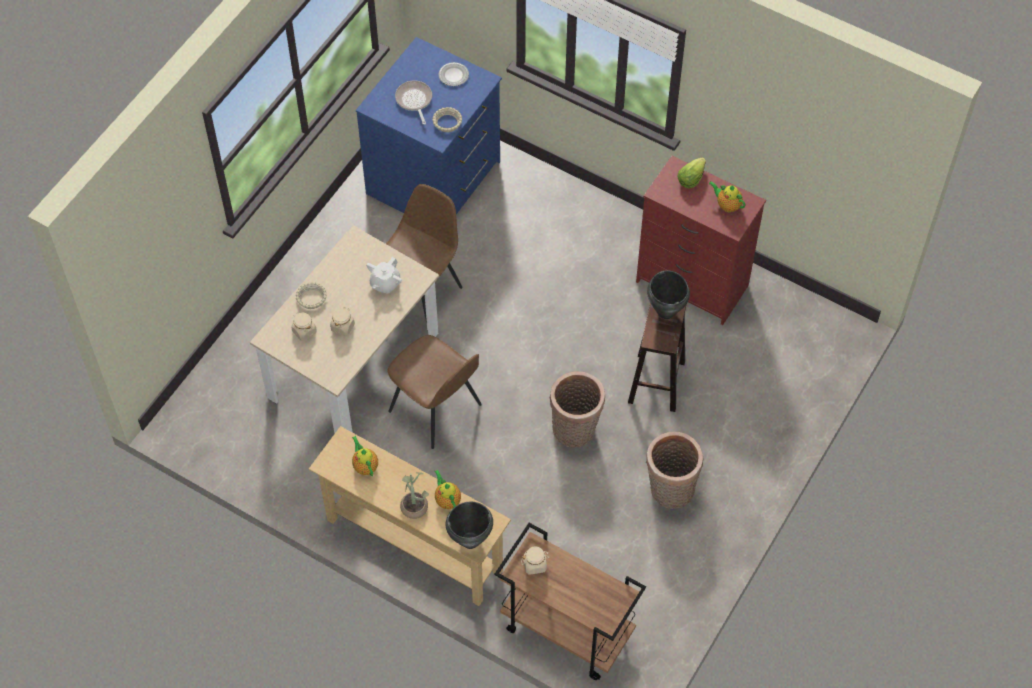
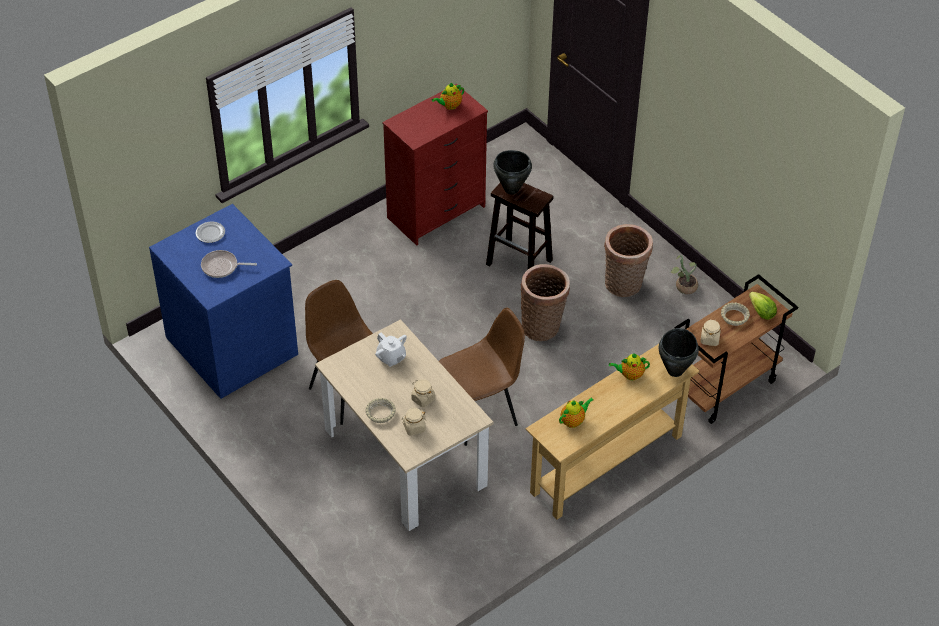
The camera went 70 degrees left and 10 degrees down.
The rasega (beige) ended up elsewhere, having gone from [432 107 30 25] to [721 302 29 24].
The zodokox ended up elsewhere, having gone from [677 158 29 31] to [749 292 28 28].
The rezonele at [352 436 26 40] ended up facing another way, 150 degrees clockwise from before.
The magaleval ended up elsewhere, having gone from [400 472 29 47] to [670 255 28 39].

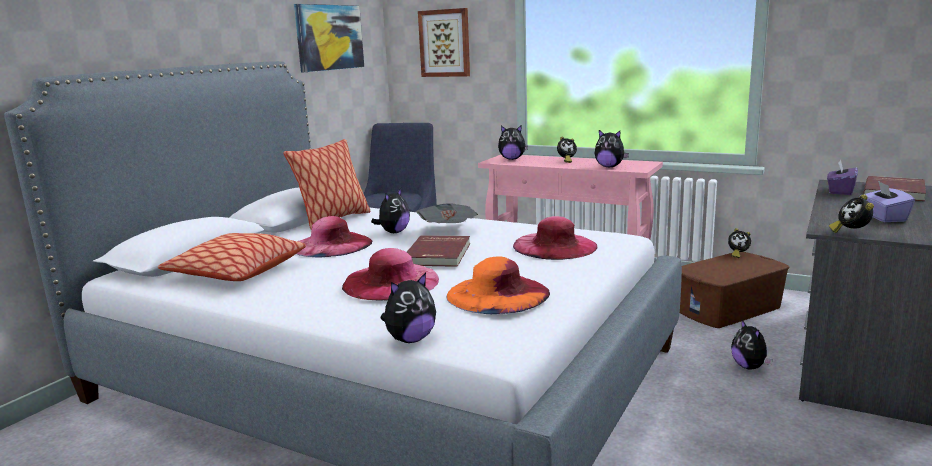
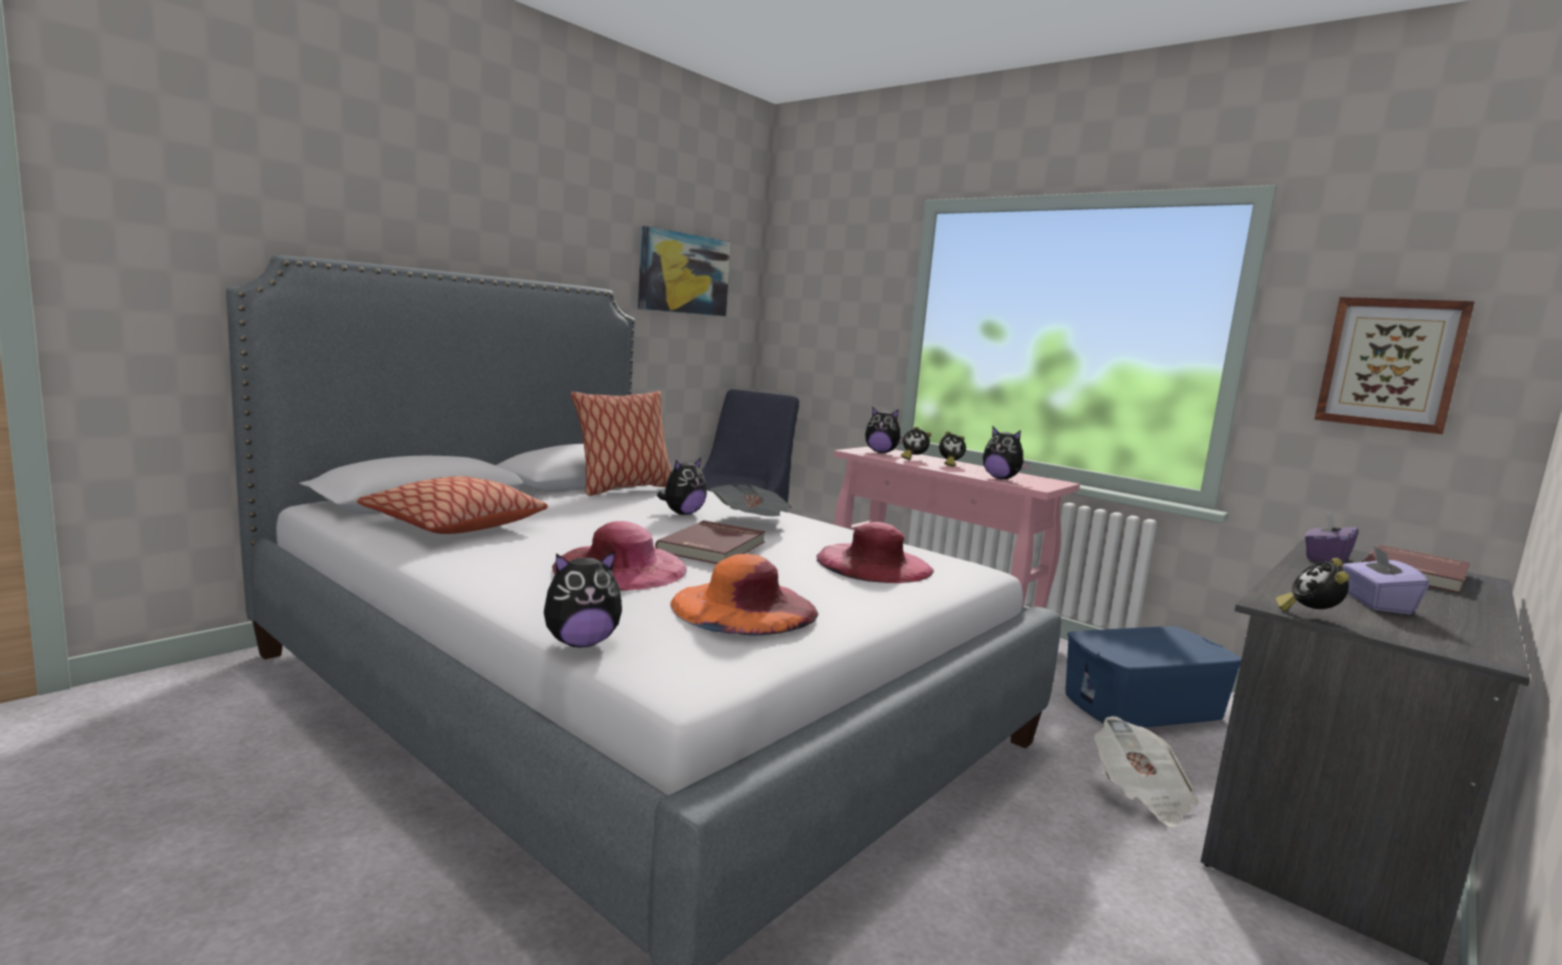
The camera went 10 degrees right and 5 degrees down.
The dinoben ended up elsewhere, having gone from [418 8 52 69] to [1314 297 161 137].
The second view lost the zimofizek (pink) at [297 216 75 41].
The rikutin ended up elsewhere, having gone from [728 228 23 30] to [901 426 31 34].
What was the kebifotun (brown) at [680 252 109 76] turned into the kebifotun (blue) at [1065 626 177 102].
Where the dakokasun stood at [731 319 42 51], the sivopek came to stand at [1094 716 105 112].

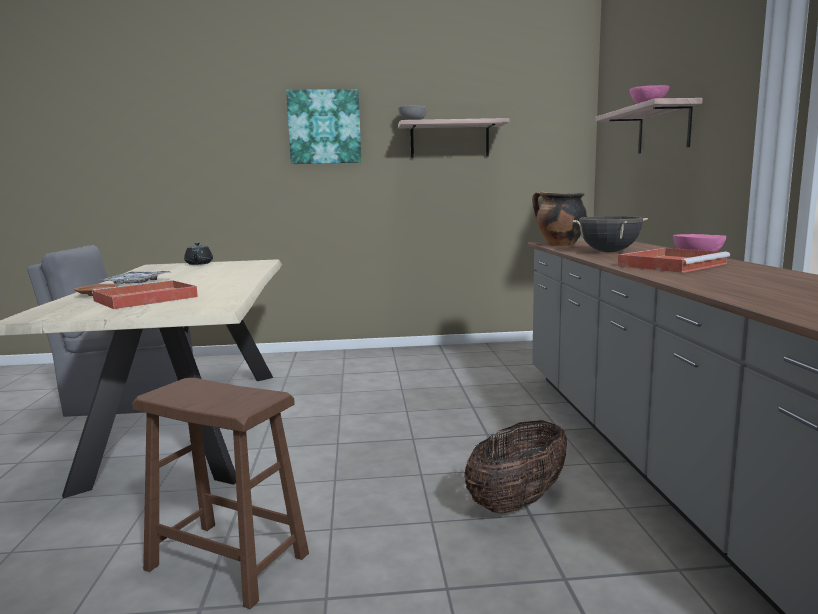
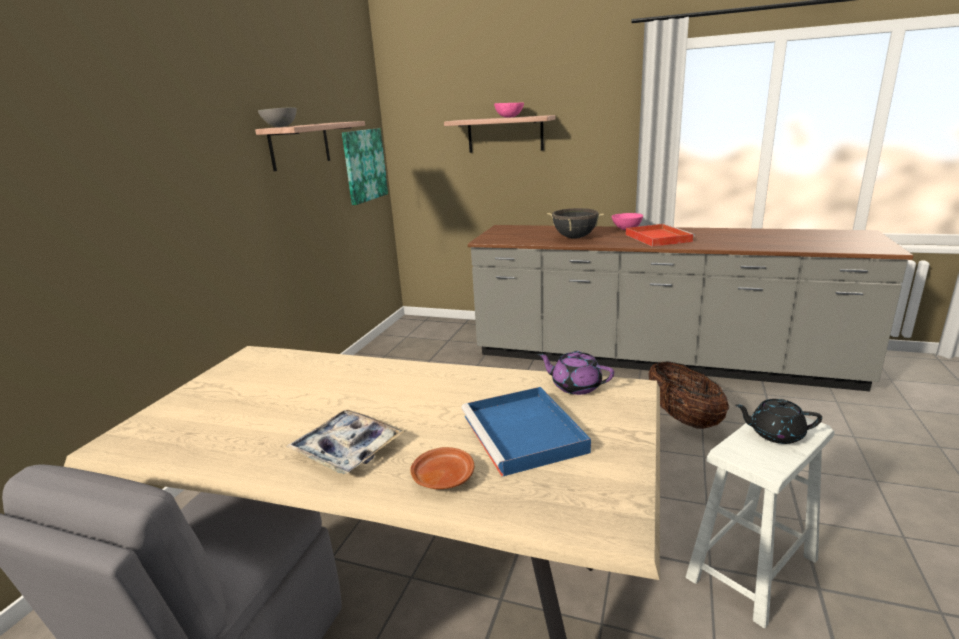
The camera went 65 degrees left and 10 degrees up.
The dinoben ended up elsewhere, having gone from [286 89 75 75] to [342 128 46 77].
The second view lost the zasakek at [532 191 56 55].
The rezonele (black) ended up elsewhere, having gone from [184 243 29 22] to [735 399 87 45].
What was the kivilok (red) at [92 280 106 29] turned into the kivilok (blue) at [461 387 130 90].
What was the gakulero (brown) at [132 378 177 231] turned into the gakulero (white) at [686 417 149 211].
The second view gained the rezonele (purple) at [537 351 77 44].

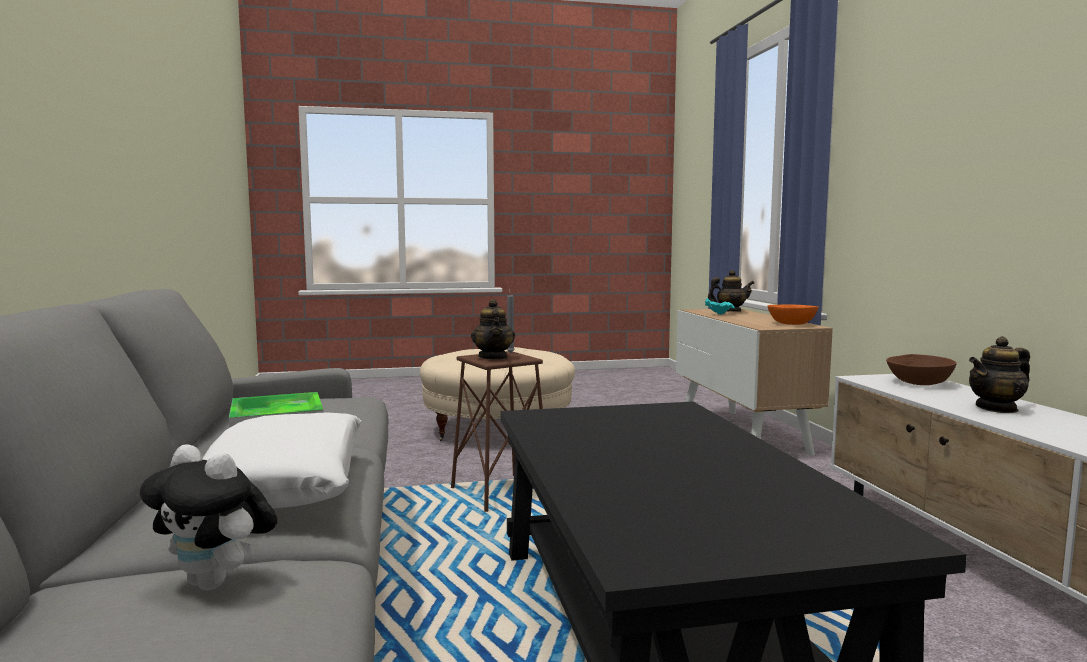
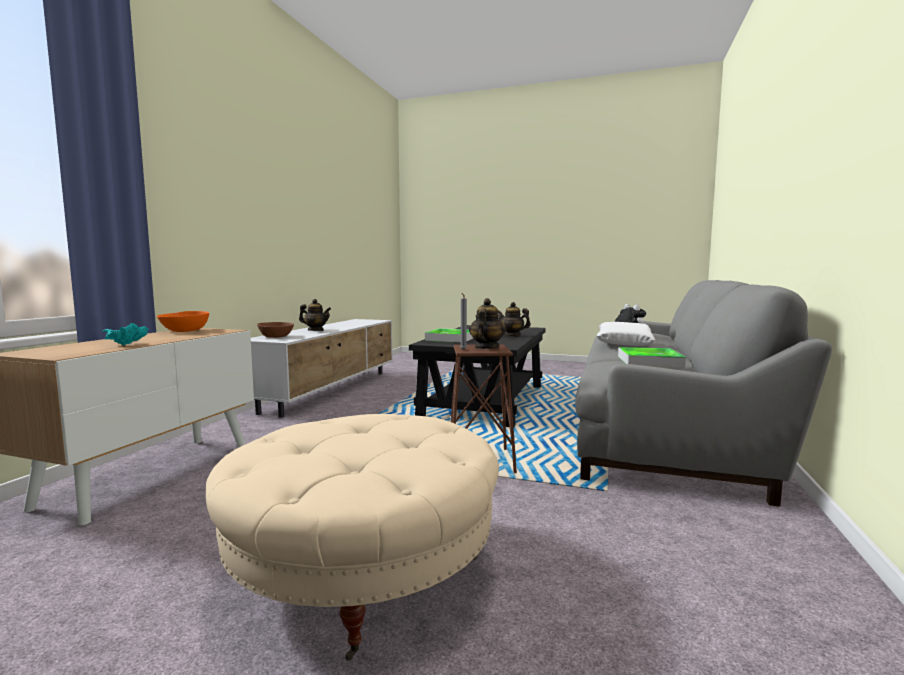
The camera went 150 degrees left and 0 degrees up.
The rezonele ended up elsewhere, having gone from [708 270 46 42] to [498 302 33 35].
The second view gained the kivilok at [425 328 48 15].

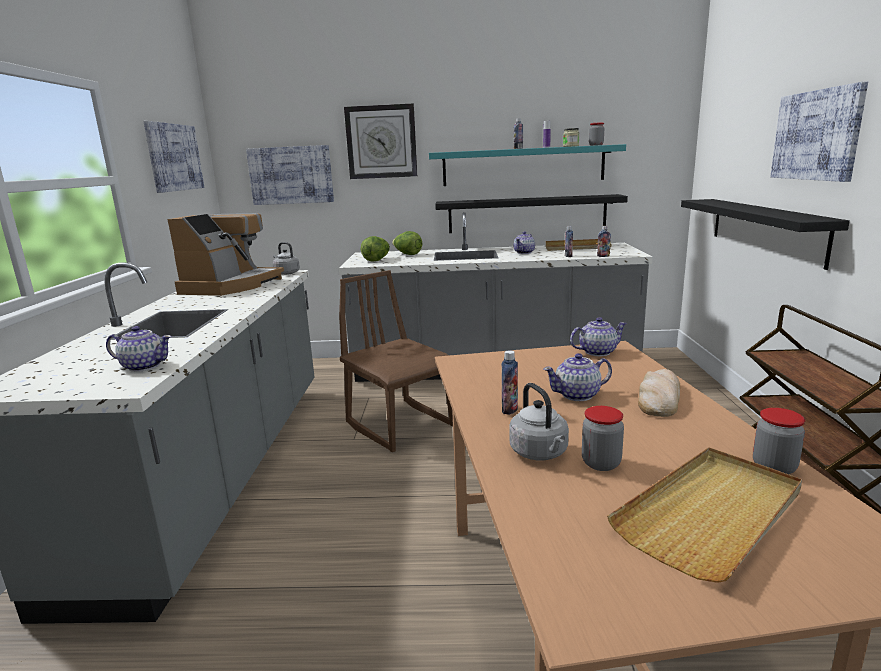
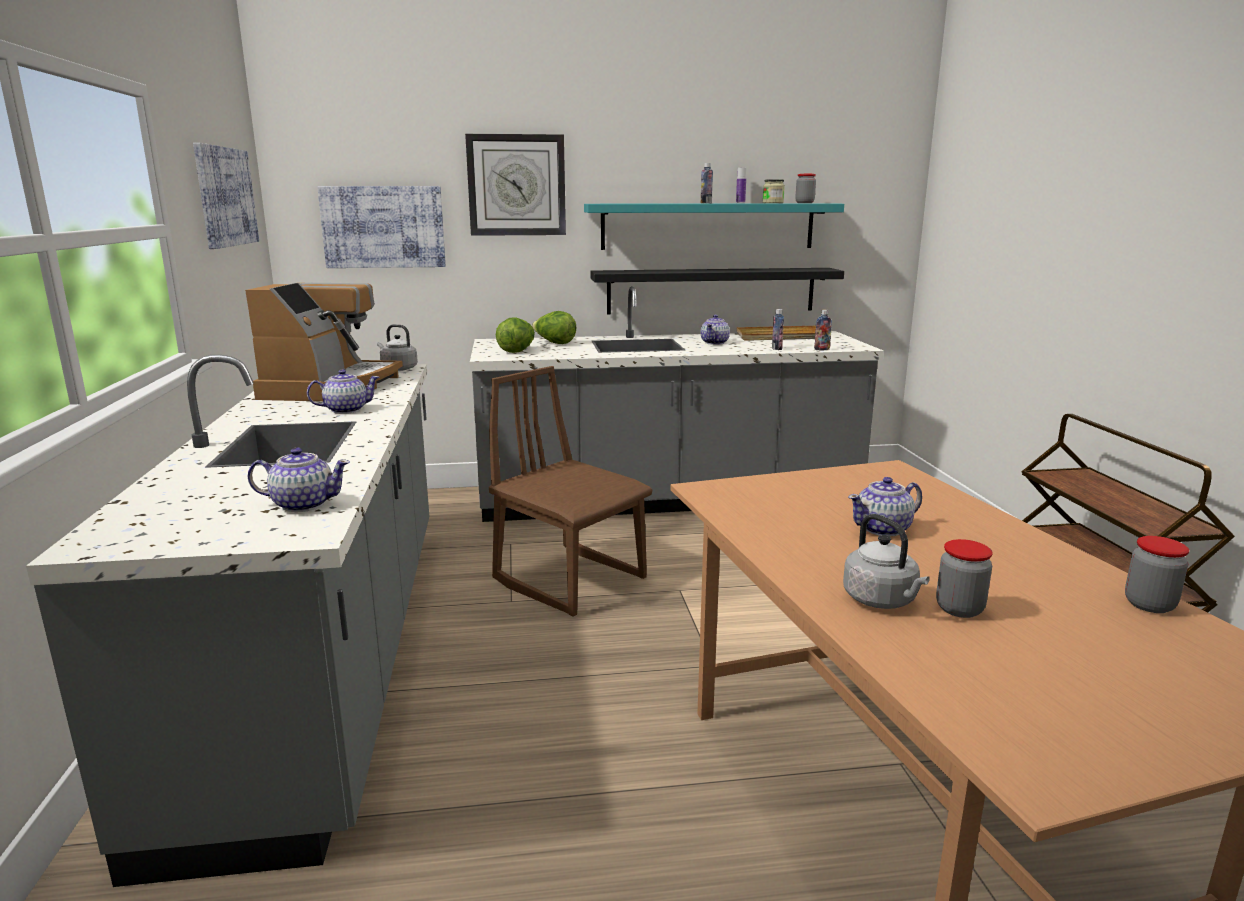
The camera went 10 degrees left and 0 degrees up.
The second view lost the dinoben at [770 82 98 100].
The second view lost the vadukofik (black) at [681 199 169 71].
The rezonele ended up elsewhere, having gone from [570 317 57 39] to [307 369 72 45].
The second view lost the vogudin at [502 350 16 65].
The second view lost the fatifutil at [638 369 42 48].
The second view lost the kivilok (beige) at [607 447 195 136].

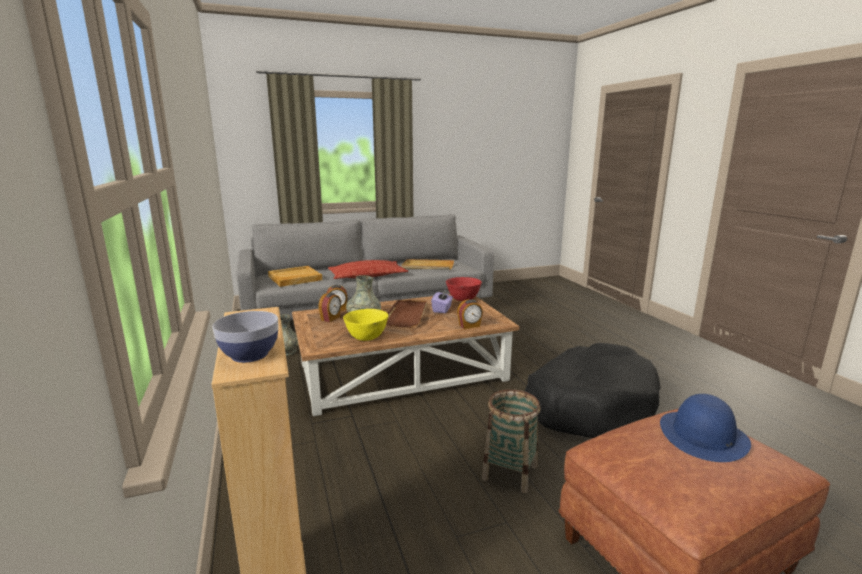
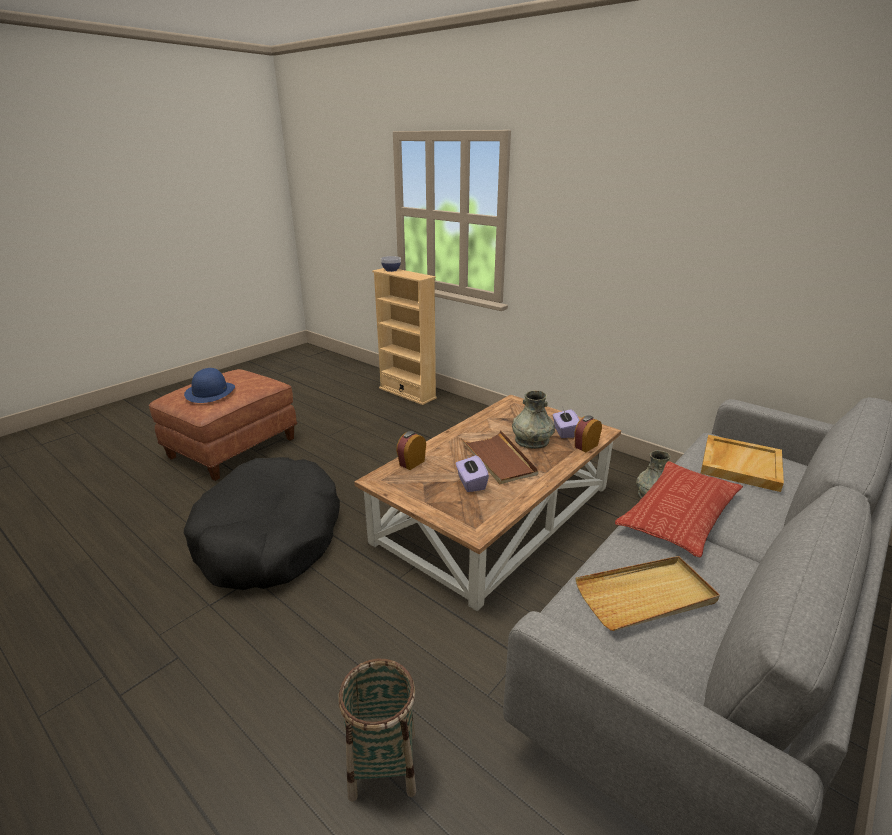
The camera went 150 degrees right and 10 degrees up.
The second view lost the rasega (red) at [446 277 36 24].
Where the rikutin stood at [318 293 23 29], the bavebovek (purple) came to stand at [553 409 27 29].
The second view lost the rasega (yellow) at [343 309 45 32].
The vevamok ended up elsewhere, having gone from [482 389 59 104] to [338 659 78 143].

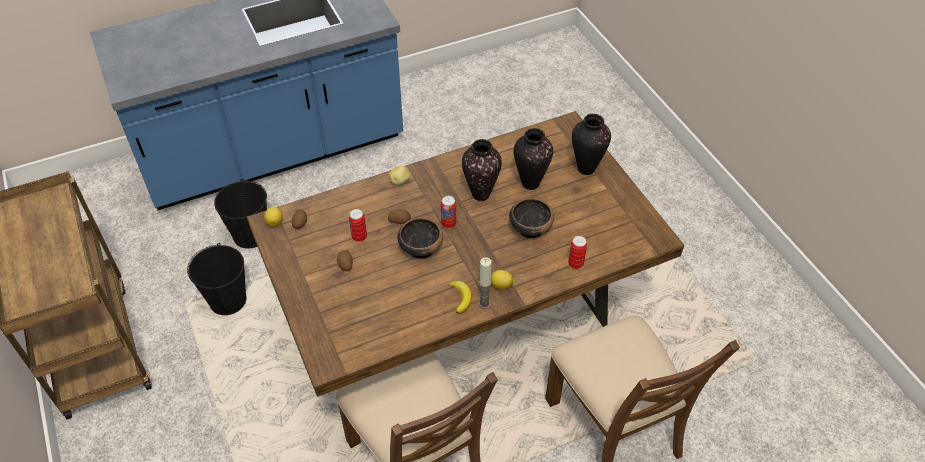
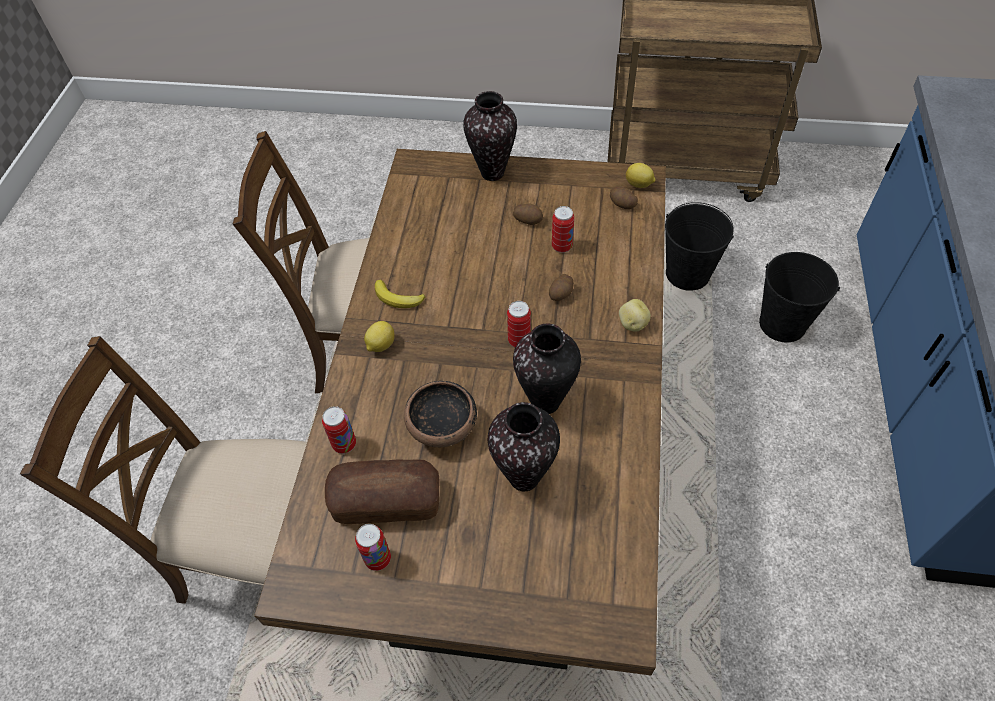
The camera went 125 degrees right and 5 degrees up.
The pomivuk ended up elsewhere, having gone from [572 114 39 61] to [463 91 54 90].
The second view lost the rasega at [397 218 46 41].
The second view lost the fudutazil at [479 258 13 51].
The second view gained the fatifutil at [325 459 115 65].
The second view gained the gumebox at [355 524 36 47].

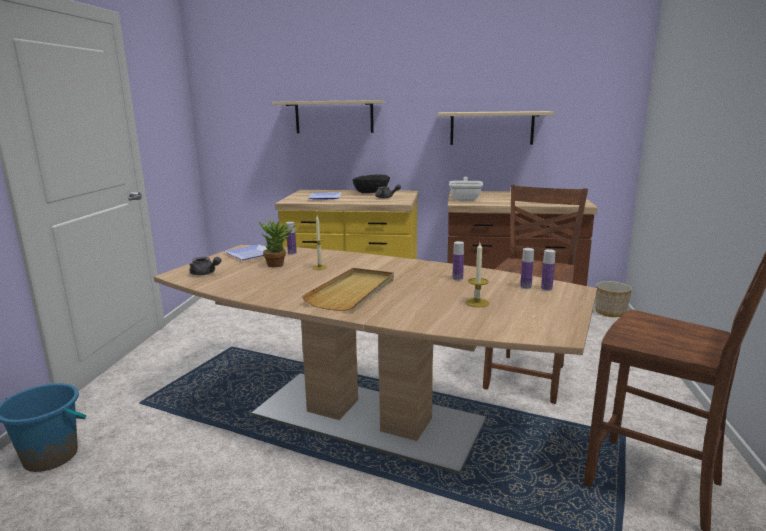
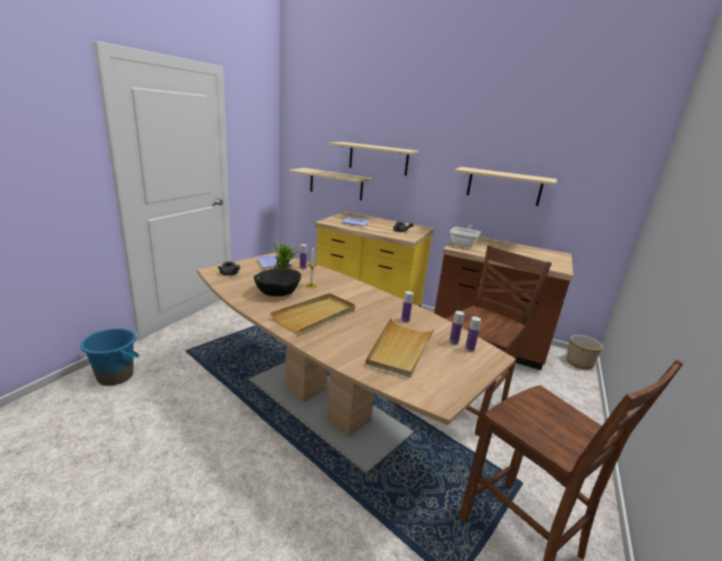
The camera went 15 degrees right and 5 degrees up.
The rasega (black) ended up elsewhere, having gone from [353 175 37 18] to [254 268 47 28].
Where the fudutazil stood at [466 243 23 64], the kivilok (beige) came to stand at [366 318 69 60].
The second view gained the vadukofik (beige) at [289 168 83 32].

